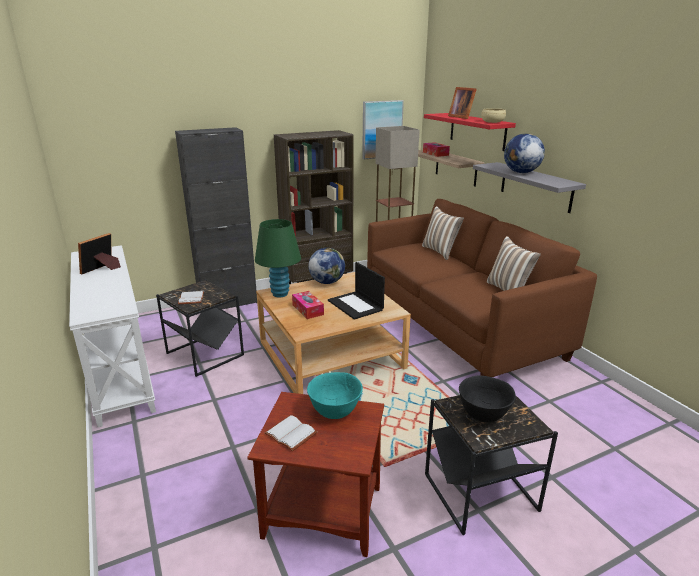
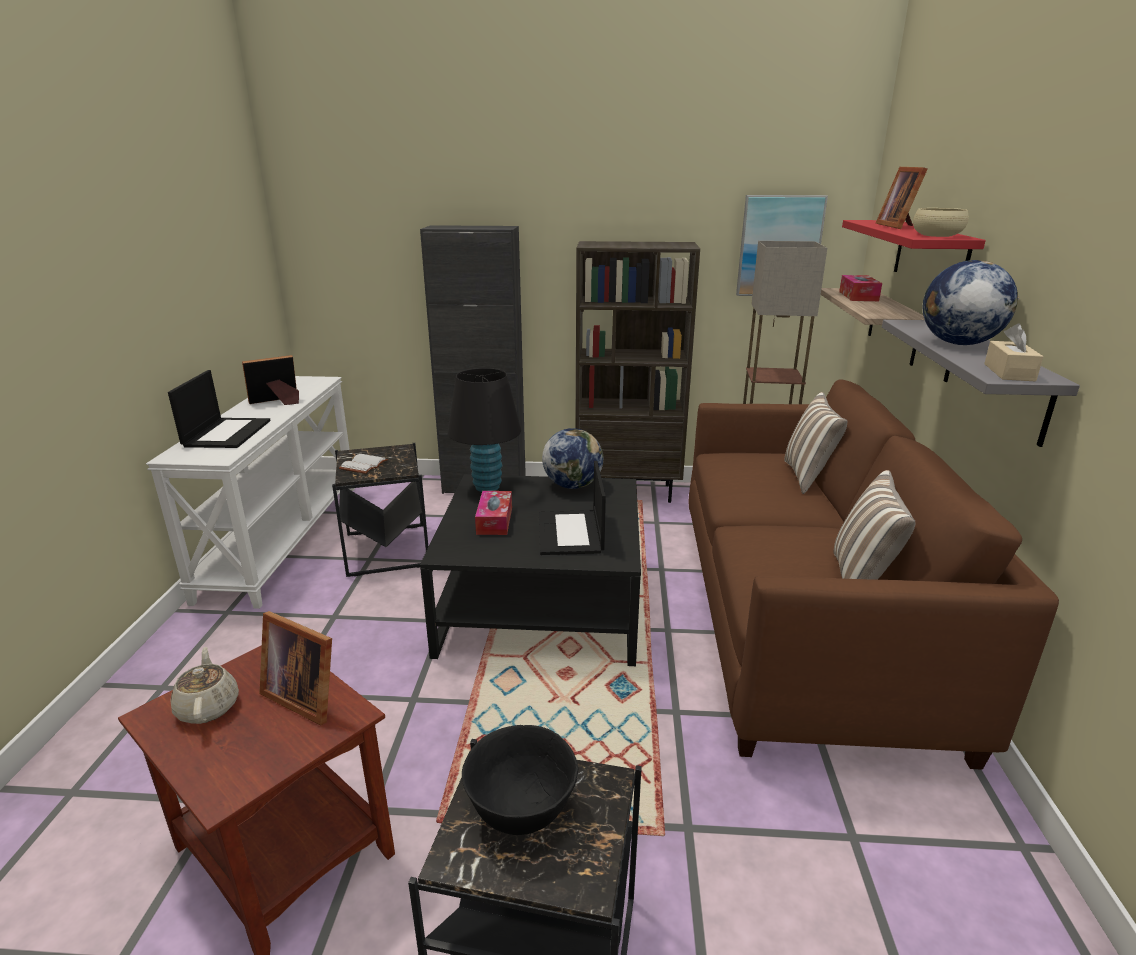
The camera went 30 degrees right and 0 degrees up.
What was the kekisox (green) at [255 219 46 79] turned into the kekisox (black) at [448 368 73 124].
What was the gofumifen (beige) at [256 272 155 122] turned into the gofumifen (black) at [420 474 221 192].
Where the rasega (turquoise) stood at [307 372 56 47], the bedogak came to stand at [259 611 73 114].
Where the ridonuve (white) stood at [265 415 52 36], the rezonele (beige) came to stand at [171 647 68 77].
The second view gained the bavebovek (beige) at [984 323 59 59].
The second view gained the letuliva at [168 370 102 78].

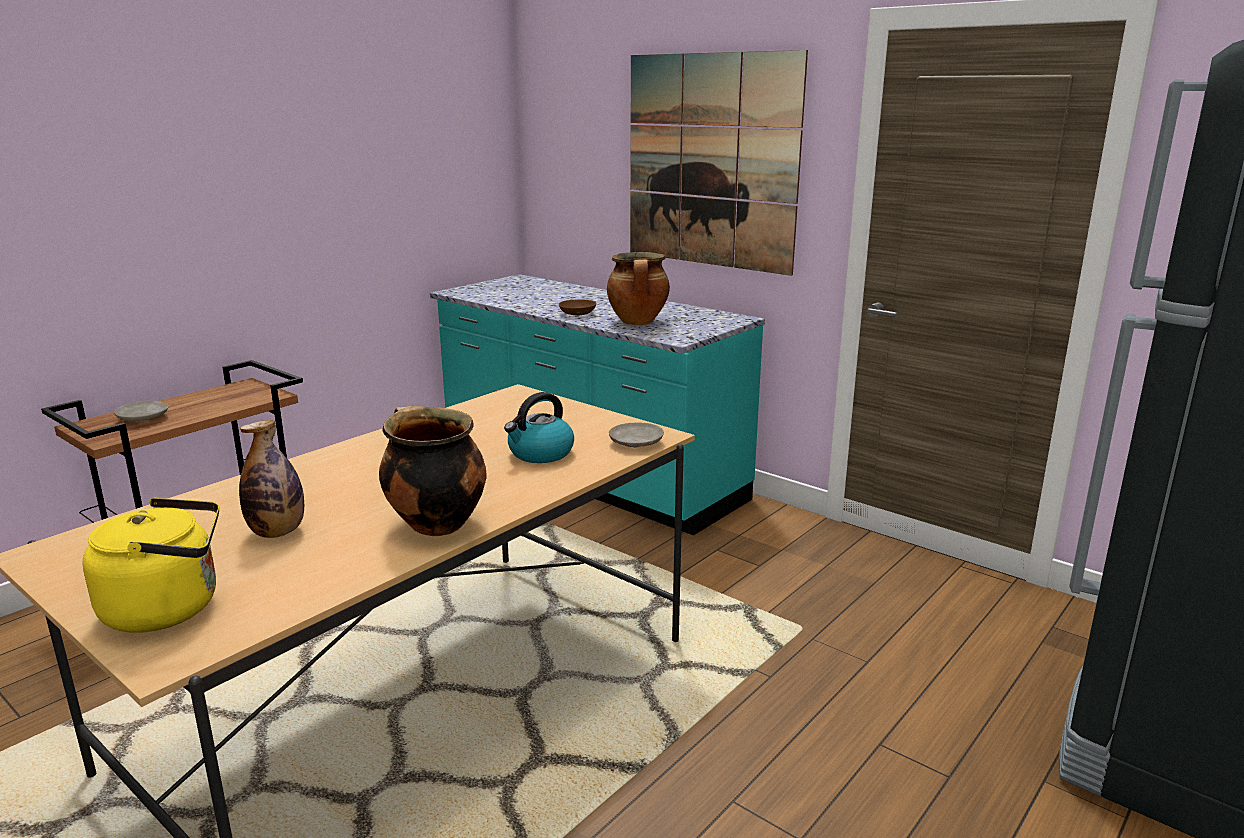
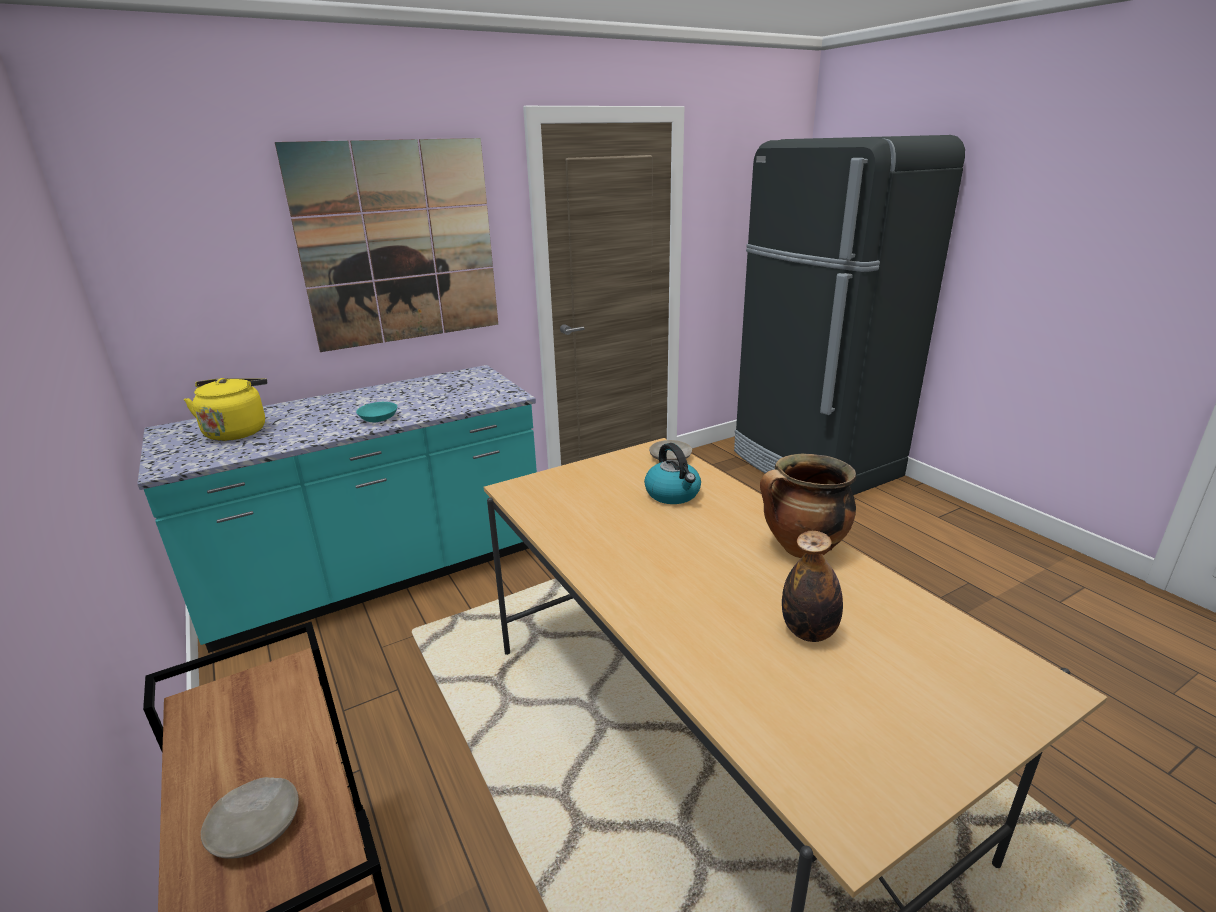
The camera went 70 degrees left and 5 degrees up.
The second view lost the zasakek at [607 252 63 73].
What was the rasega (brown) at [559 299 37 17] turned into the rasega (turquoise) at [356 402 41 20].
The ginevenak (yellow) ended up elsewhere, having gone from [83 498 136 135] to [184 378 83 63].

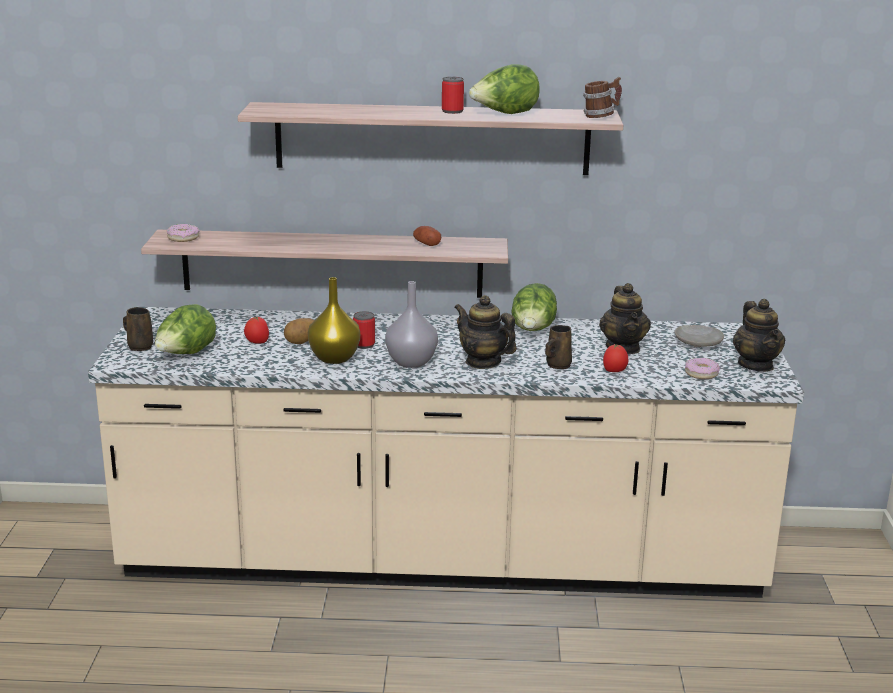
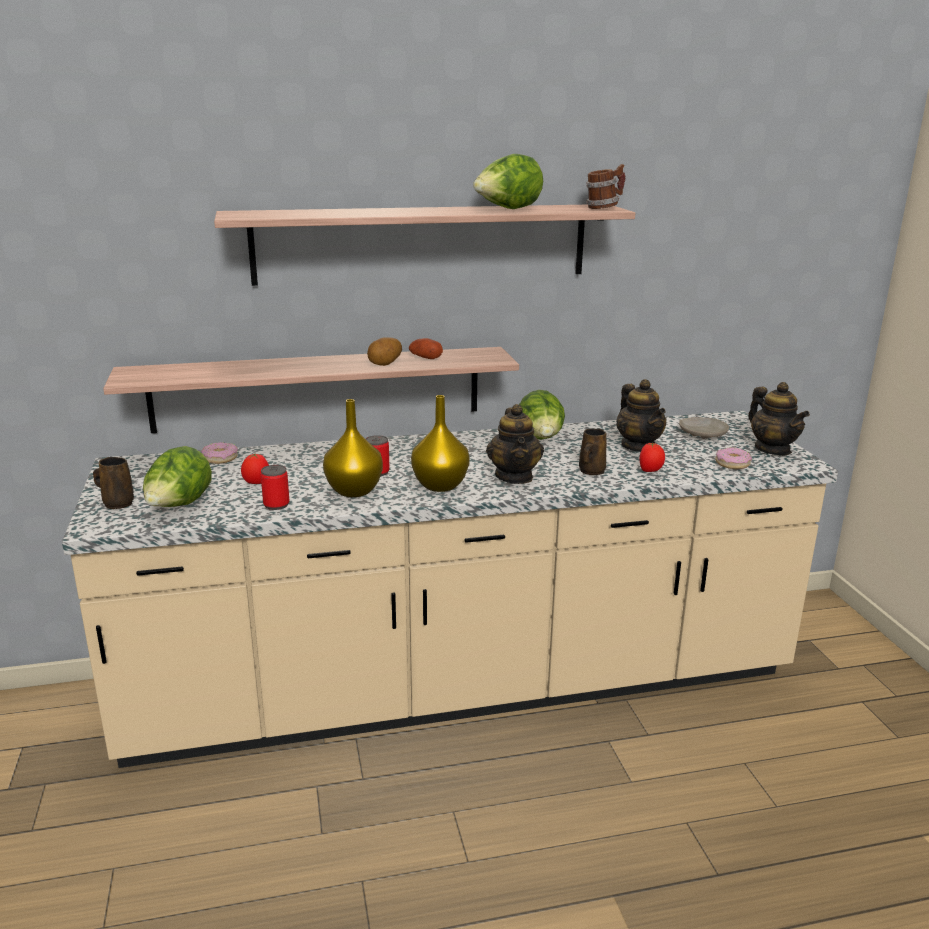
The camera went 15 degrees left and 0 degrees up.
The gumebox ended up elsewhere, having gone from [442 77 22 37] to [261 465 28 45].
The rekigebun ended up elsewhere, having gone from [167 224 33 18] to [201 442 37 22].
What was the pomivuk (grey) at [385 281 53 87] turned into the pomivuk (yellow) at [411 395 59 97].
The rezonele at [454 295 63 74] ended up facing another way, 120 degrees counterclockwise from before.
The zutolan ended up elsewhere, having gone from [284 318 30 26] to [367 337 35 29].

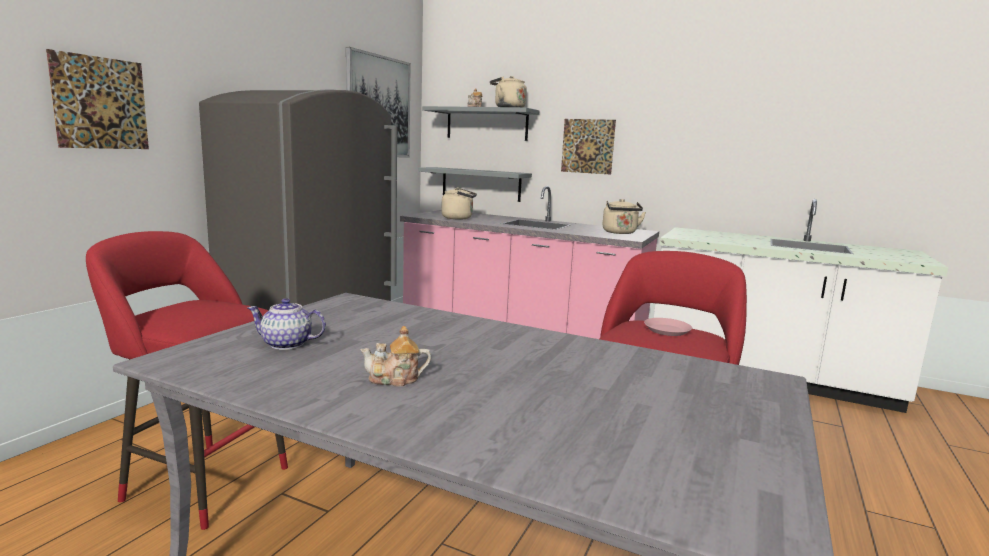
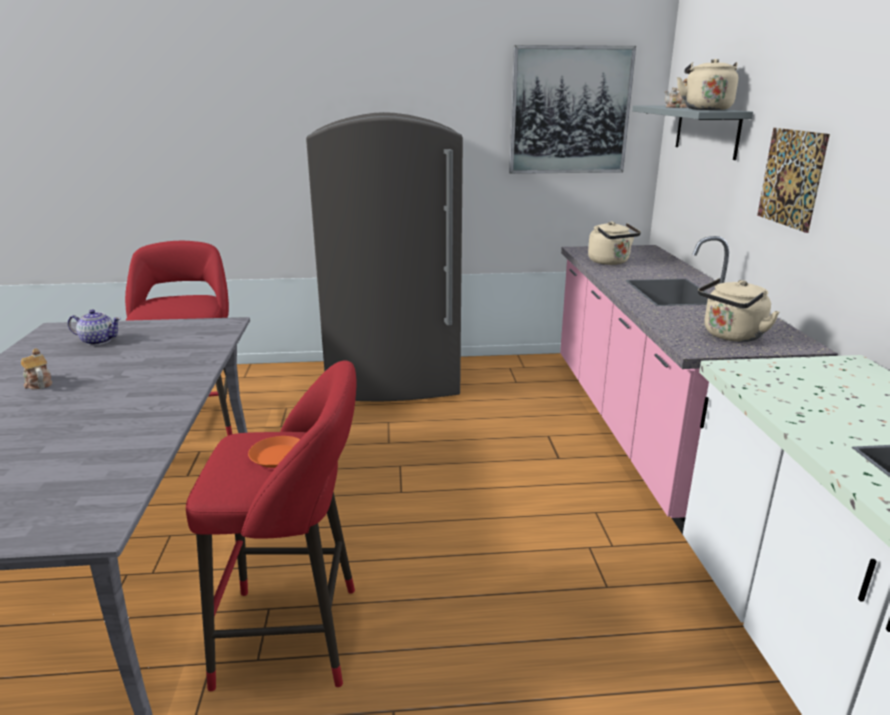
The camera went 60 degrees right and 10 degrees up.
The second view lost the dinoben at [46 49 103 100].
The second view lost the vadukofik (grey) at [418 167 114 35].
The rezonele at [247 298 79 52] ended up facing another way, 120 degrees clockwise from before.
What was the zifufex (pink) at [644 318 48 18] turned into the zifufex (orange) at [248 436 52 32].

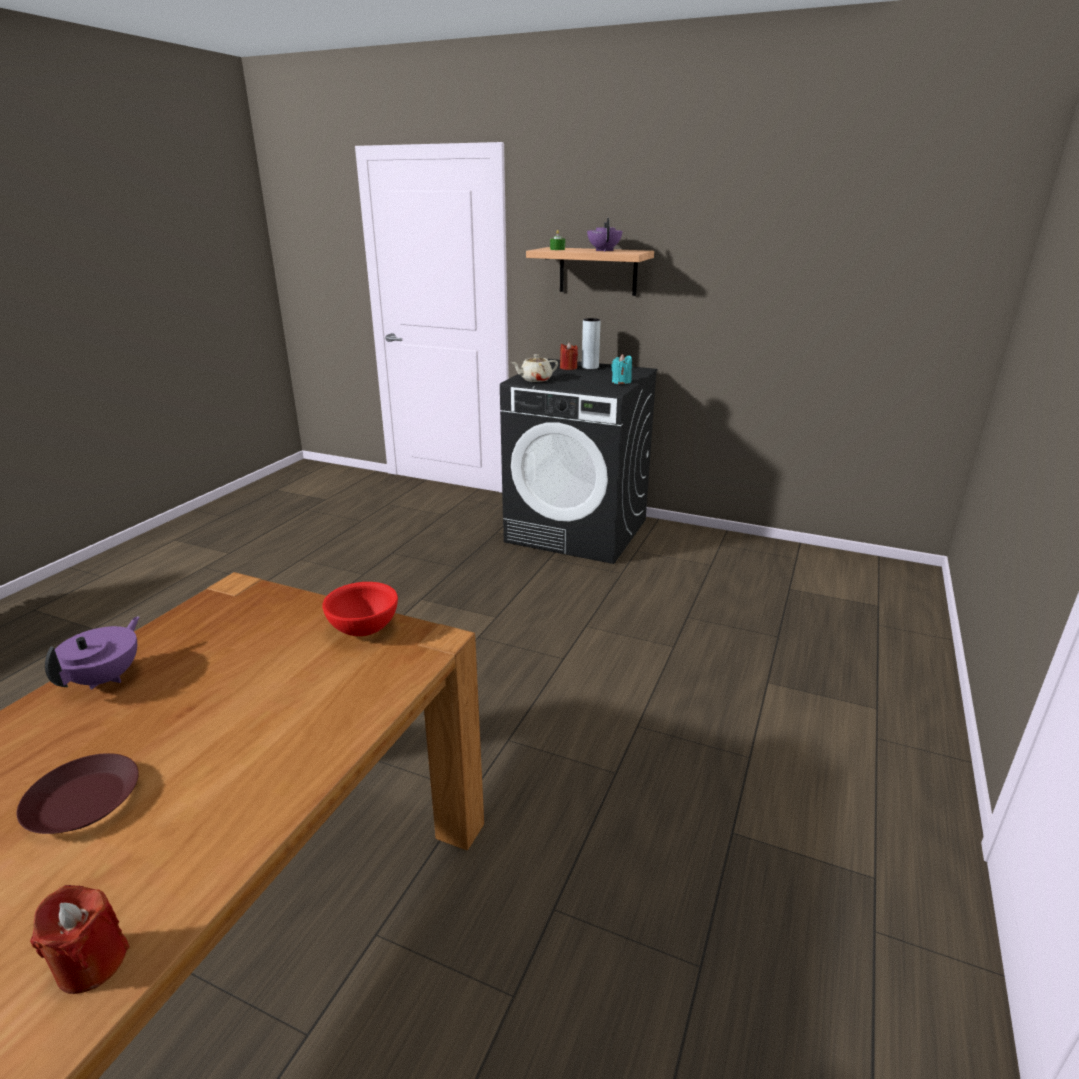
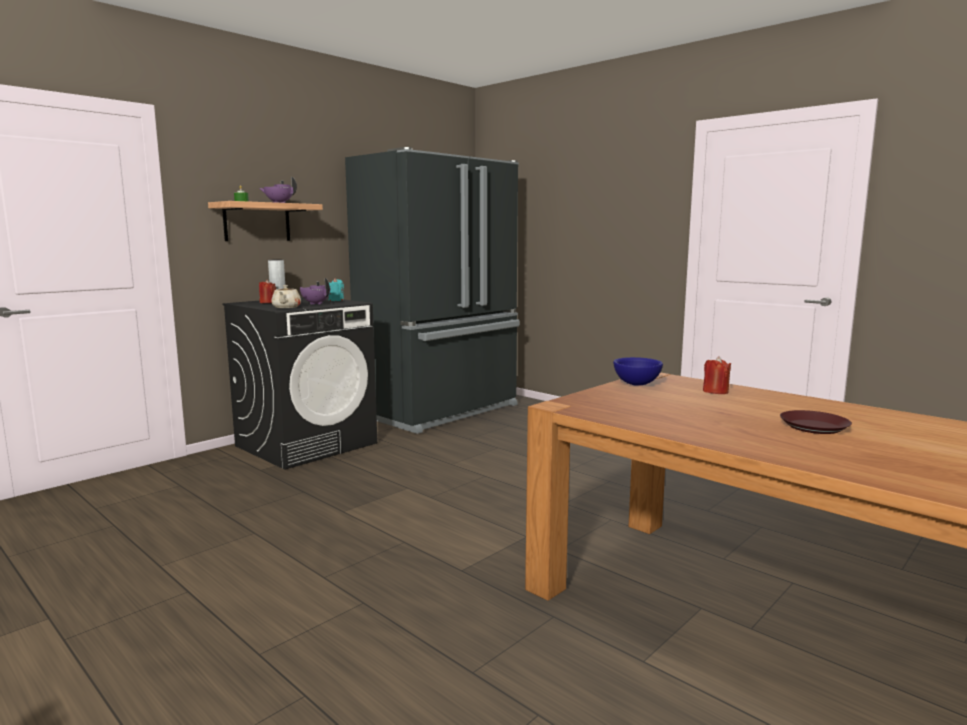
The camera went 70 degrees left and 15 degrees down.
What was the rasega (red) at [322 582 76 54] turned into the rasega (blue) at [613 357 50 29].
The rezonele (purple) ended up elsewhere, having gone from [45 616 94 74] to [300 278 30 26].
The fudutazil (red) ended up elsewhere, having gone from [30 885 100 109] to [703 356 28 38].
The second view gained the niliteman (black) at [345 147 174 287].

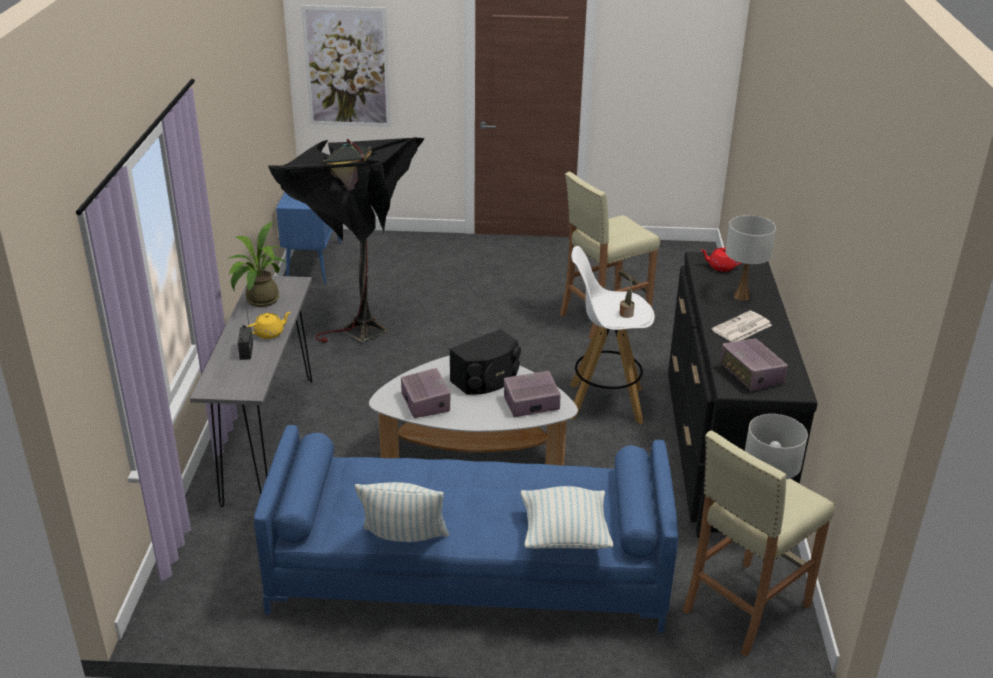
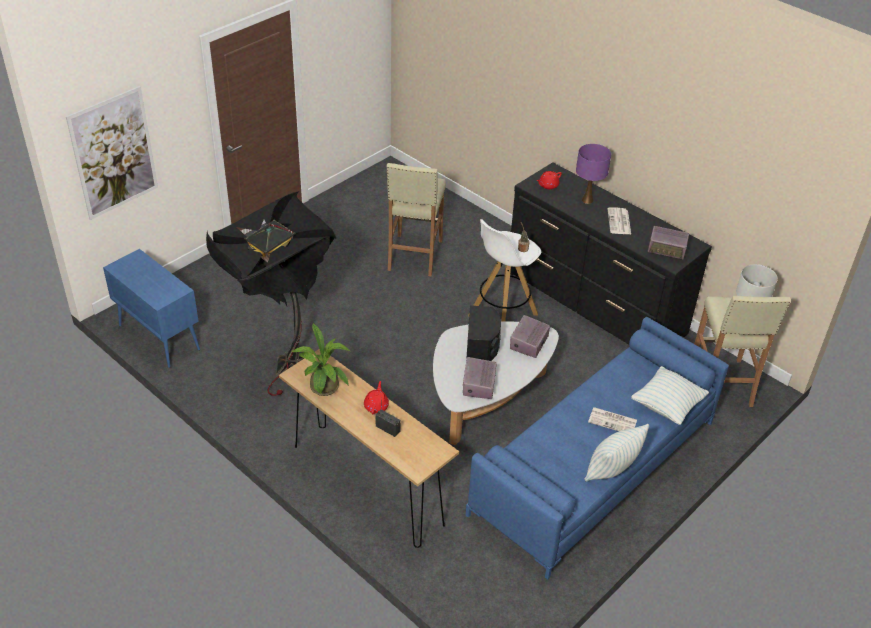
The camera went 50 degrees left and 10 degrees up.
What was the kekisox (white) at [725 215 51 86] turned into the kekisox (purple) at [576 144 35 60].
What was the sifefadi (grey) at [190 276 123 231] turned into the sifefadi (brown) at [279 349 180 199].
What was the rezonele (yellow) at [247 312 44 27] turned into the rezonele (red) at [364 381 25 33].
The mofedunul at [401 368 50 50] ended up facing another way, 105 degrees counterclockwise from before.
The second view gained the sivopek at [588 407 49 24].

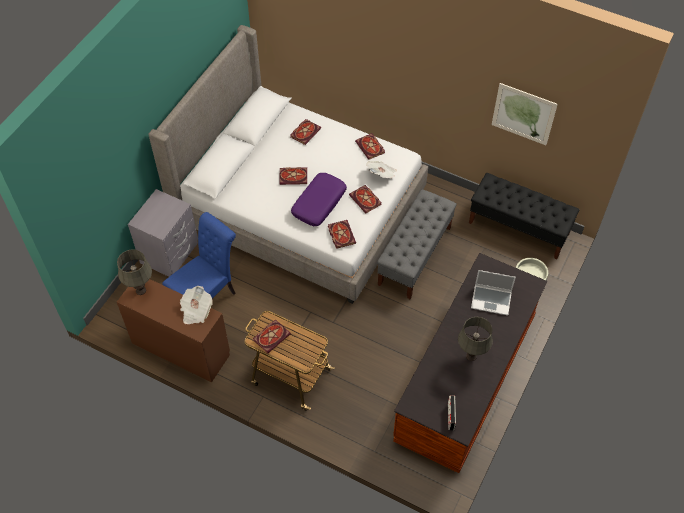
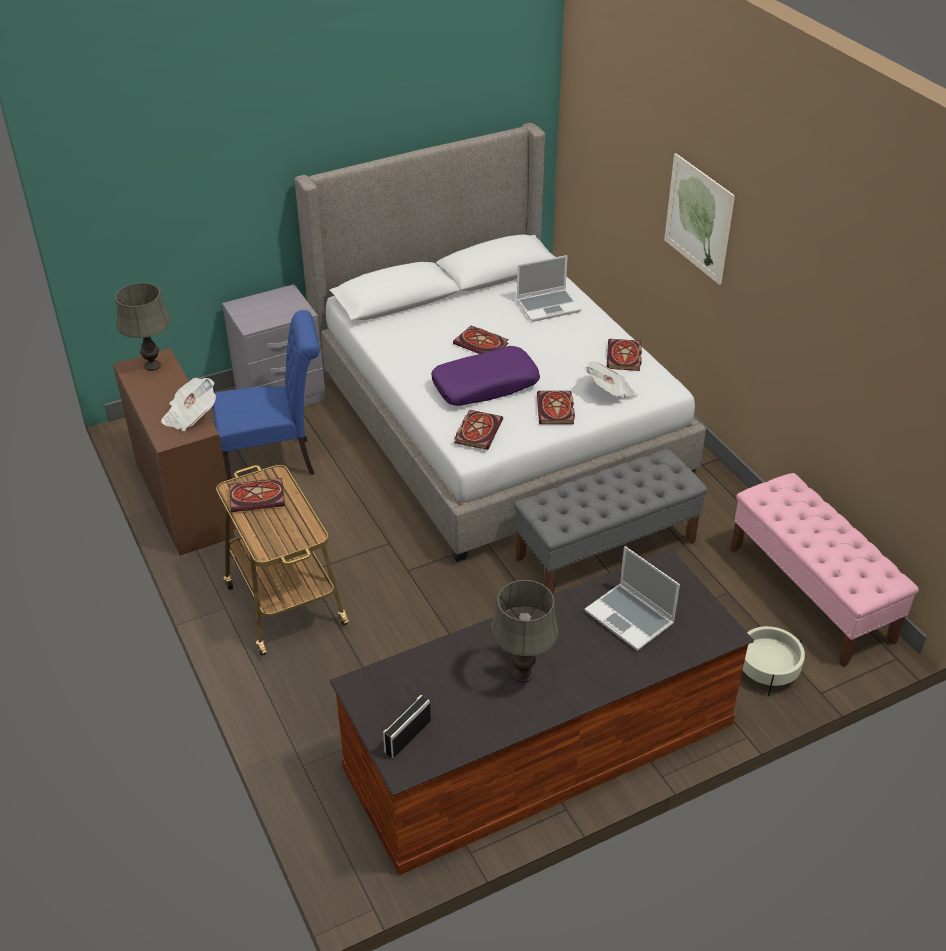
The camera went 35 degrees right and 15 degrees down.
The dinoben ended up elsewhere, having gone from [492 83 66 62] to [664 153 71 132].
Where the ridonuve stood at [290 119 31 26], the letuliva came to stand at [516 255 65 67].
What was the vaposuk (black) at [469 173 111 86] turned into the vaposuk (pink) at [730 473 189 194].

